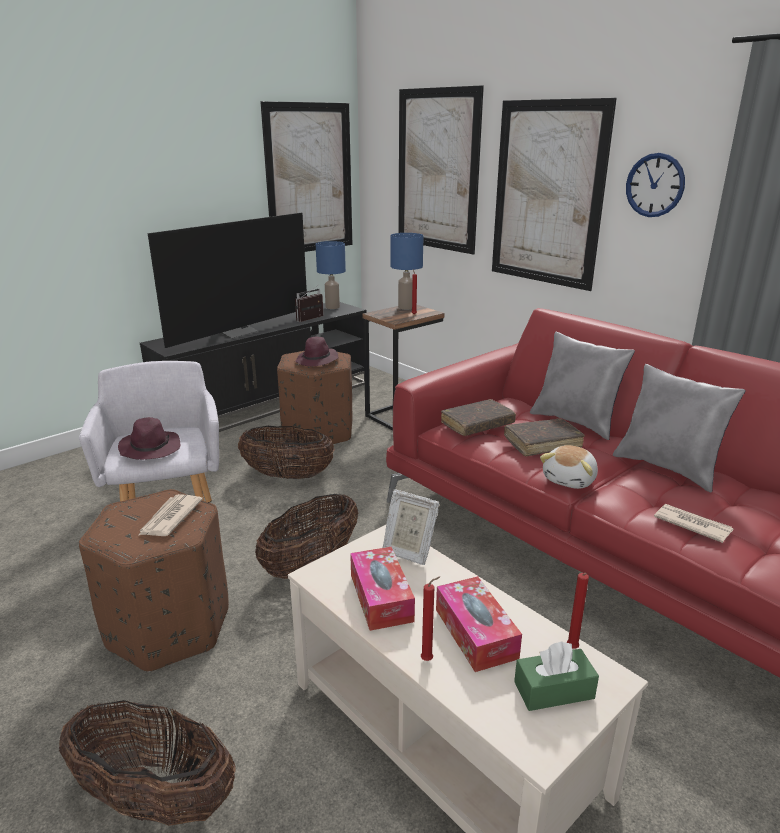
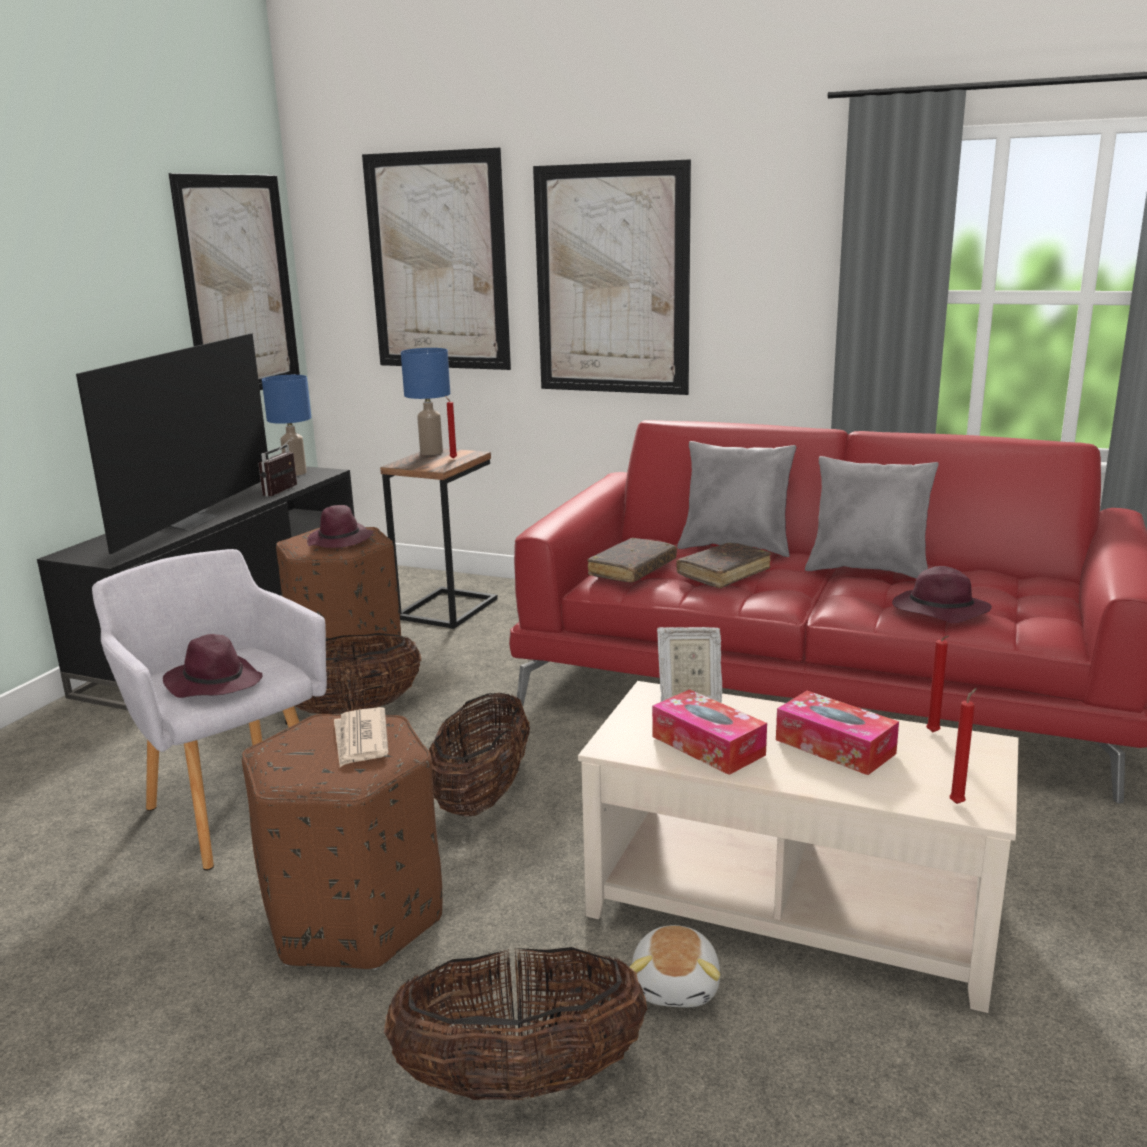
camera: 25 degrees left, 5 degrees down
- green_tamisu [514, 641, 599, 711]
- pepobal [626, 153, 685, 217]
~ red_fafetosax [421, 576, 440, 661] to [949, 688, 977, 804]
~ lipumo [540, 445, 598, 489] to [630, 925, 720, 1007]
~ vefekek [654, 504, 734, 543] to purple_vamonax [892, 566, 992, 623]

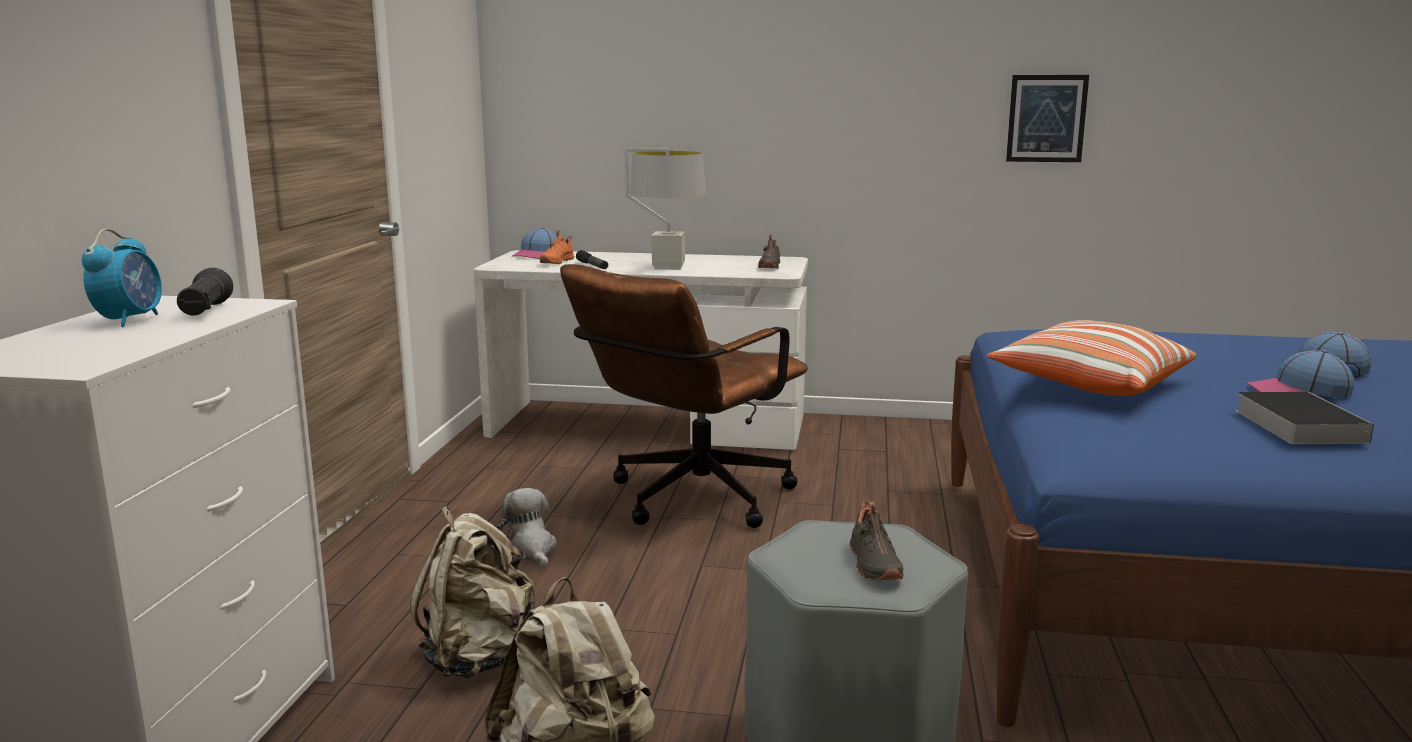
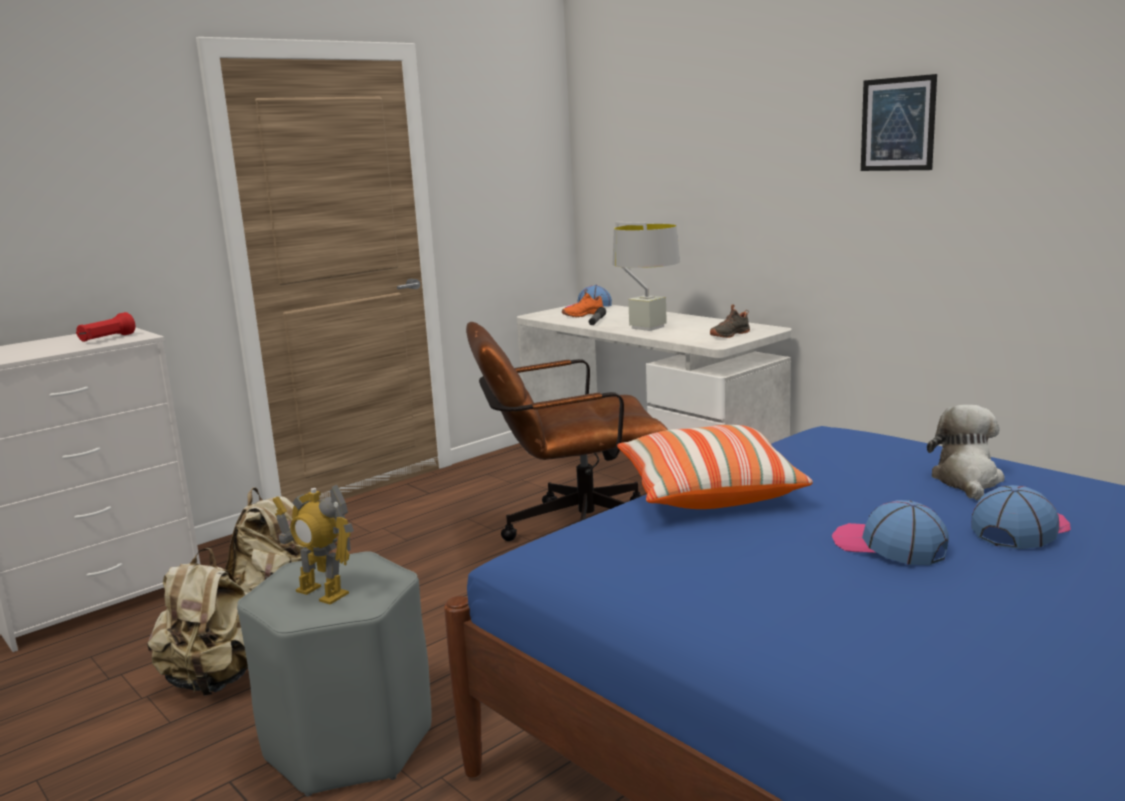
camera: 40 degrees right, 0 degrees up
- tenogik [82, 228, 162, 327]
- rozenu [1235, 392, 1374, 444]
~ lipumo [496, 488, 557, 568] to [927, 405, 1005, 500]
~ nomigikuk [1006, 75, 1089, 162] to [861, 74, 937, 171]
~ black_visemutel [850, 502, 904, 580] to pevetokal [273, 484, 354, 605]
~ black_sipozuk [177, 268, 233, 316] to red_sipozuk [76, 312, 135, 342]

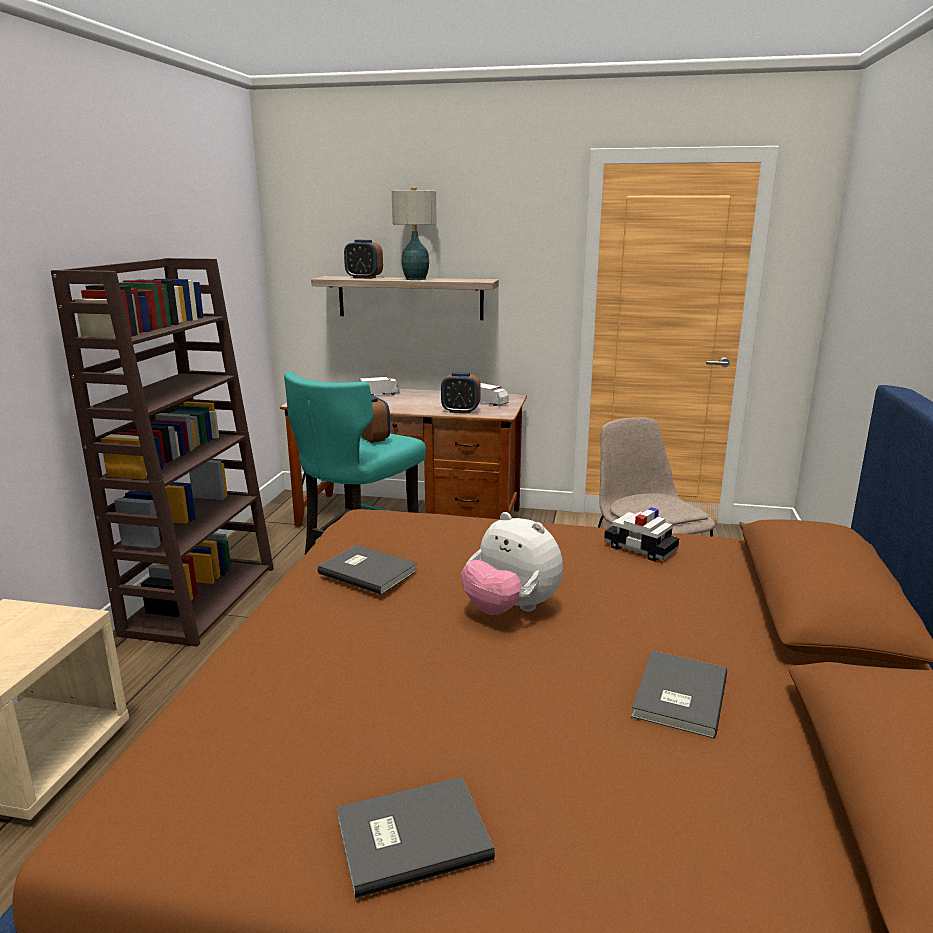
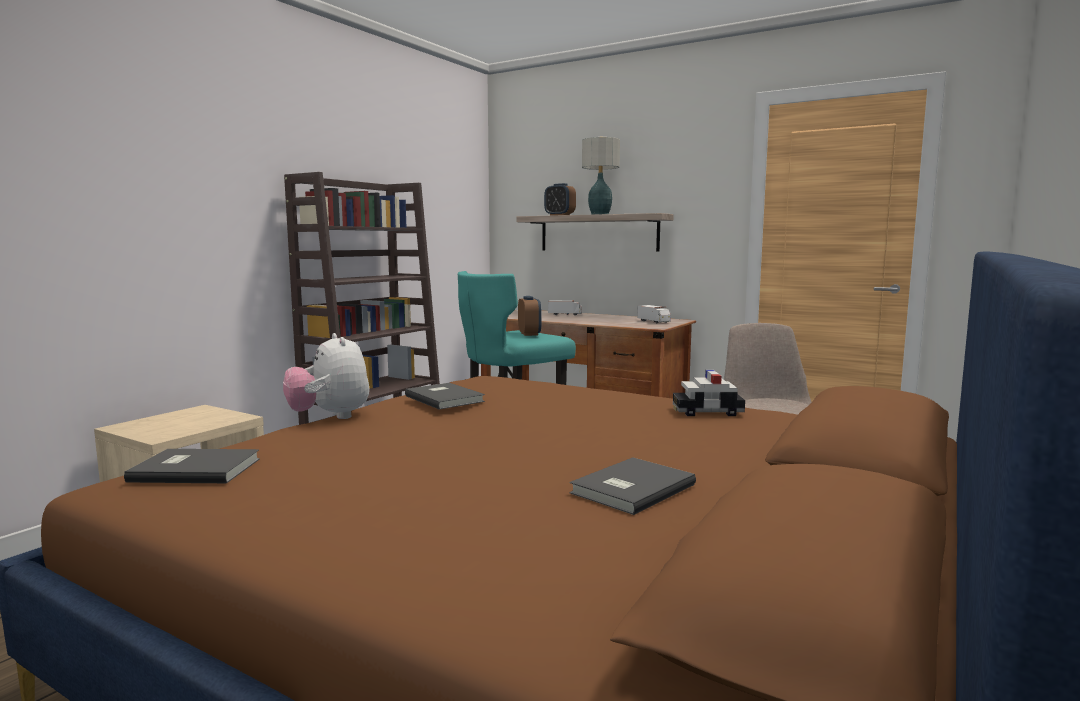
camera: 20 degrees right, 10 degrees down
- tenogik [441, 372, 481, 414]
~ grey_rozenu [337, 777, 495, 899] to [124, 449, 260, 483]
~ lipumo [461, 512, 563, 615] to [283, 333, 369, 419]
~ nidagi [604, 507, 679, 561] = [673, 370, 745, 416] 60 degrees counterclockwise

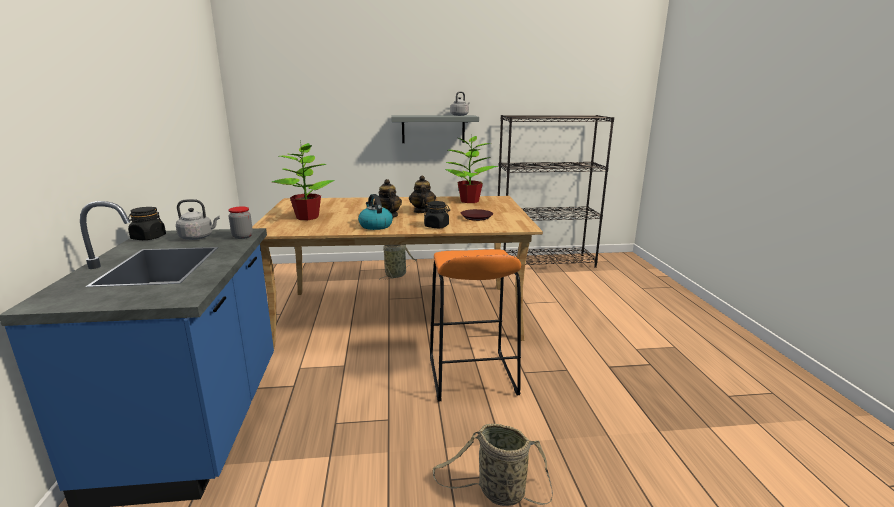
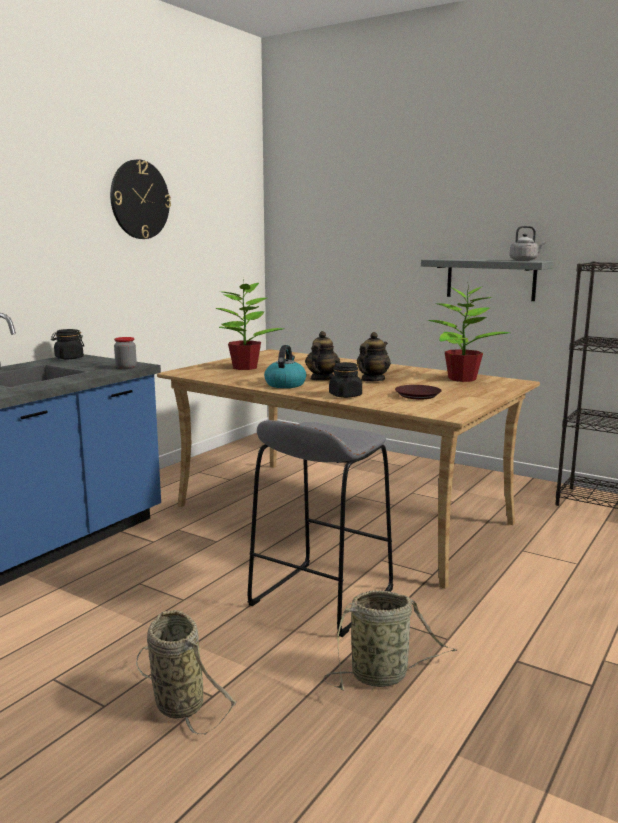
camera: 40 degrees right, 5 degrees down
- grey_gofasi [176, 199, 220, 240]
+ pepobal [110, 159, 171, 239]
~ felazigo [379, 245, 417, 280] to [323, 590, 457, 691]
~ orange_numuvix [430, 249, 521, 402] to grey_numuvix [248, 420, 393, 637]

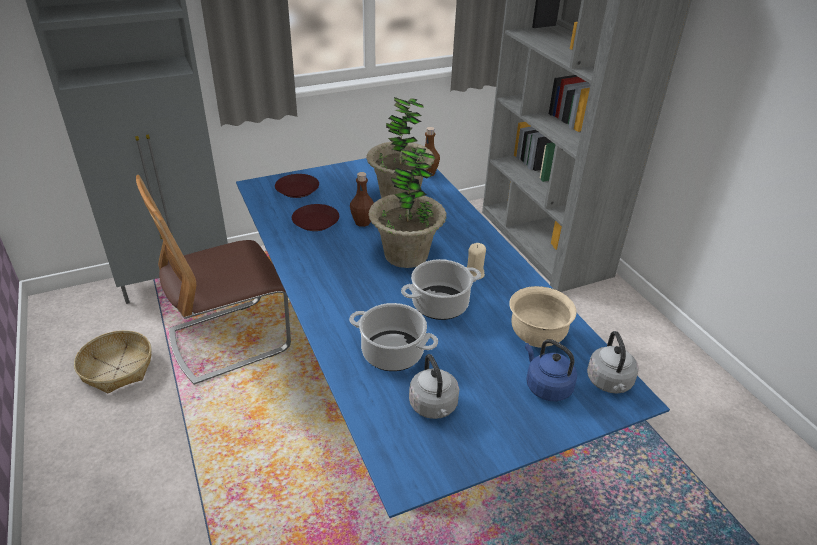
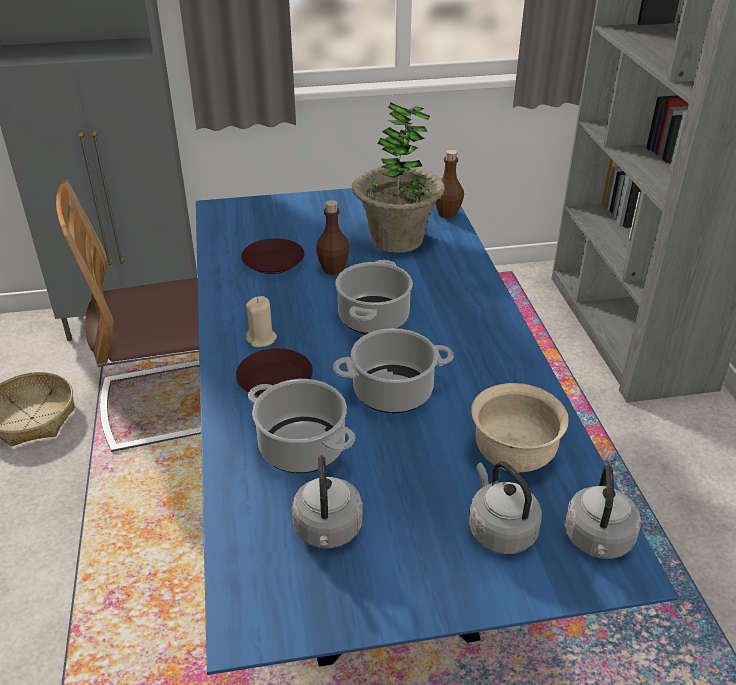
camera: 15 degrees right, 0 degrees up
~ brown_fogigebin [275, 174, 319, 198] to [236, 348, 313, 396]
~ beige_fafetosax [467, 243, 486, 280] to [246, 296, 277, 347]
~ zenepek [368, 148, 447, 268] to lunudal [335, 260, 413, 334]
~ blue_gofasi [525, 339, 577, 401] to grey_gofasi [469, 461, 542, 554]

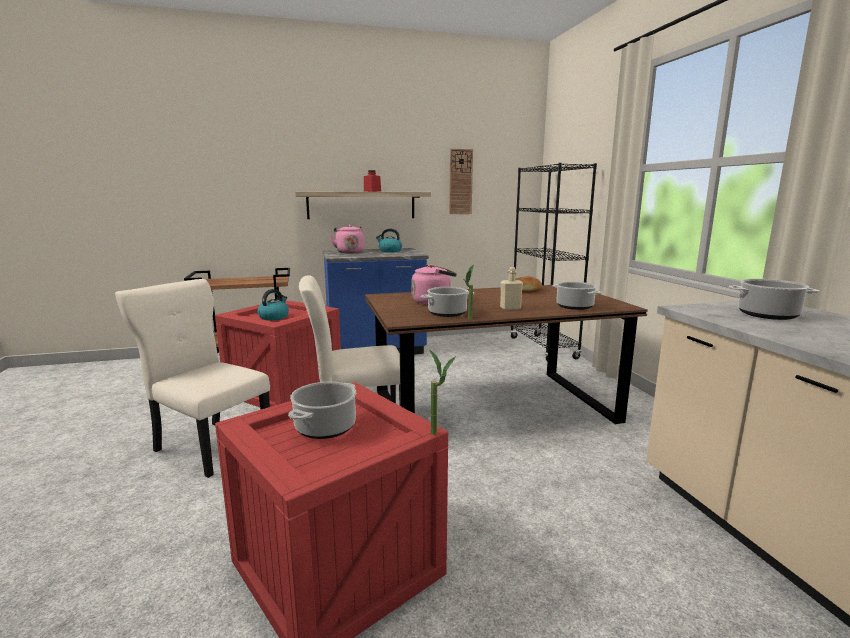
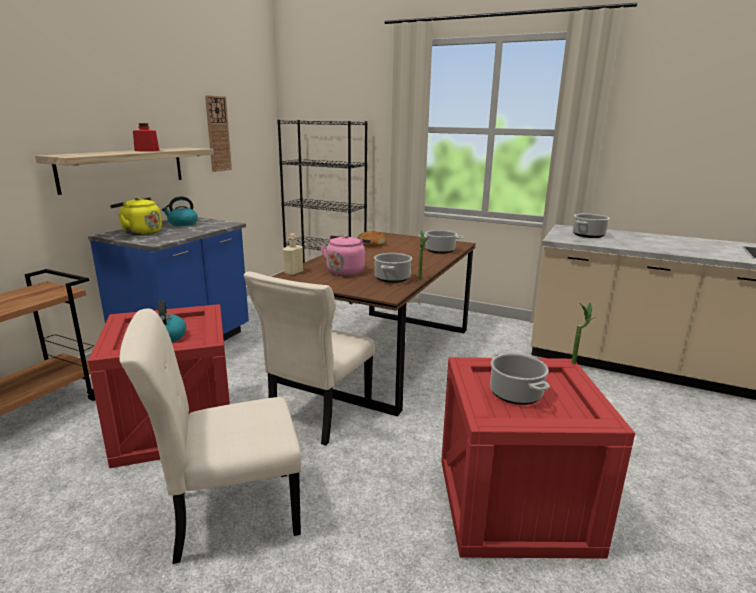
camera: 50 degrees left, 5 degrees up
~ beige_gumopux [500, 267, 523, 310] to [283, 233, 303, 275]
~ pink_gofasi [329, 225, 364, 253] to yellow_gofasi [110, 197, 162, 235]

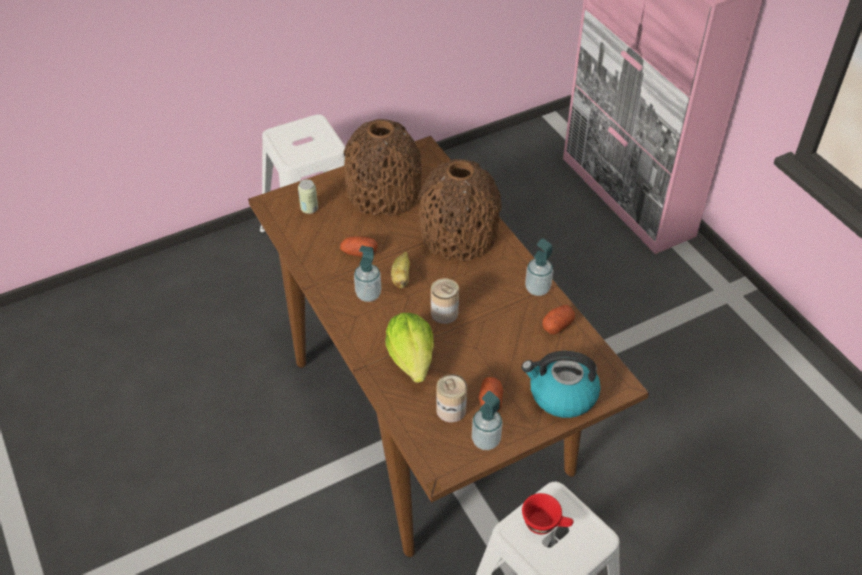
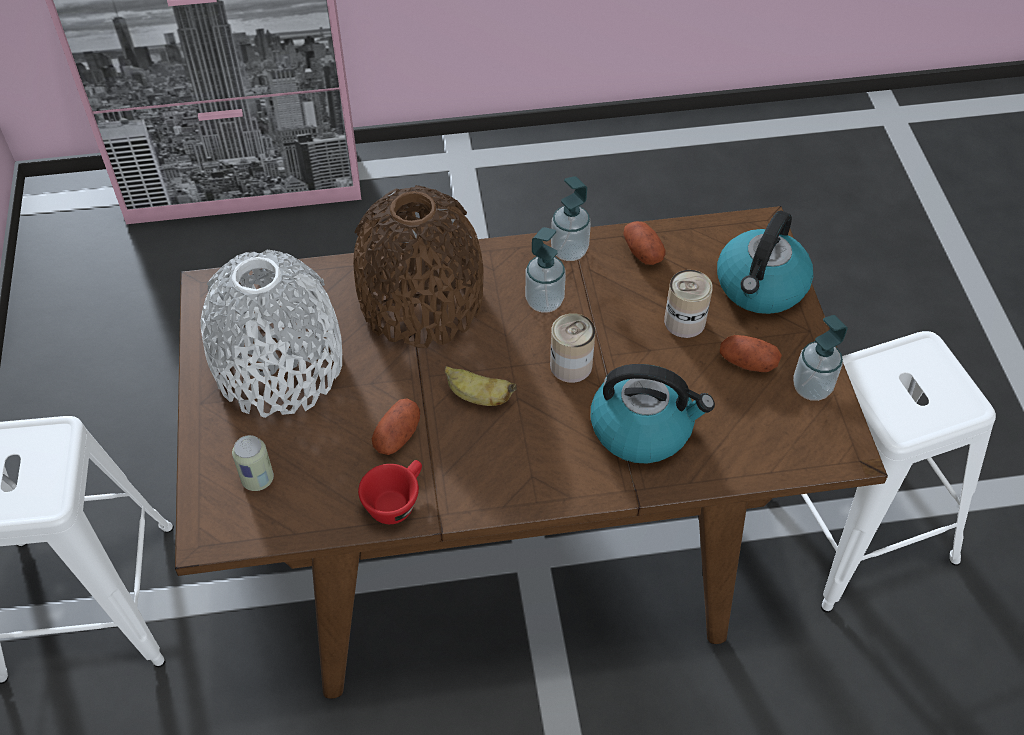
camera: 70 degrees left, 5 degrees up
~ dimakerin [354, 246, 381, 302] to [525, 227, 566, 313]
~ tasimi [436, 374, 467, 422] to [664, 270, 713, 338]
~ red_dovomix [522, 493, 573, 534] to [358, 460, 422, 524]
~ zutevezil [385, 313, 434, 383] to gofasi [591, 364, 715, 464]
~ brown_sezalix [344, 119, 422, 216] to white_sezalix [201, 250, 342, 418]

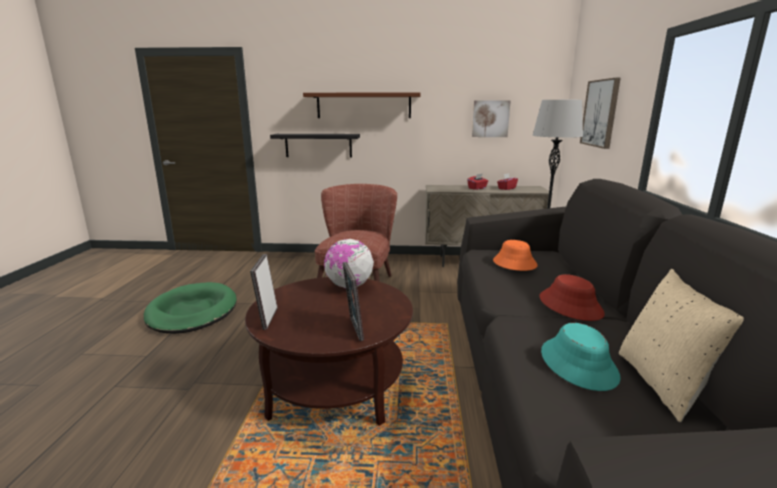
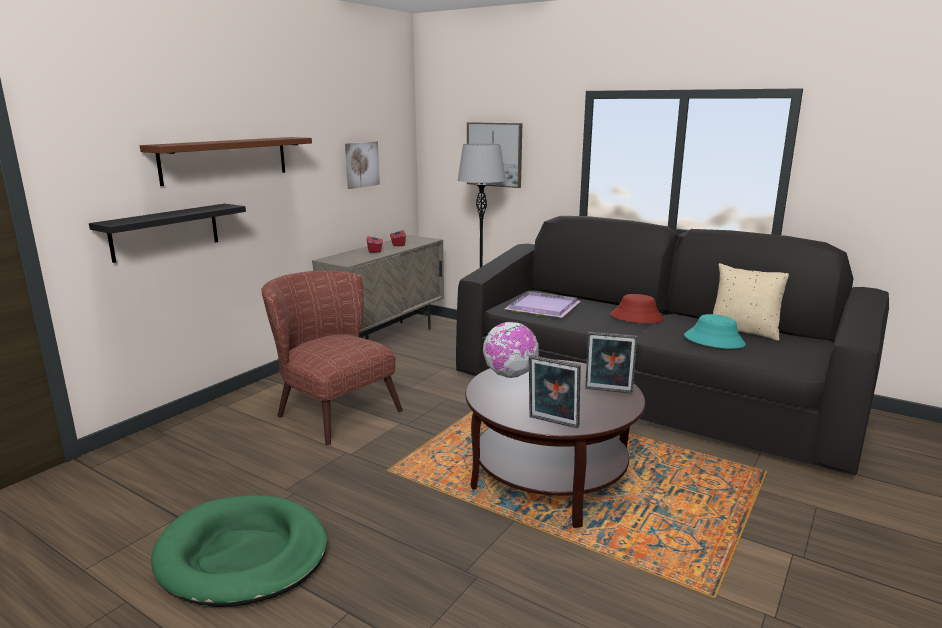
camera: 60 degrees left, 0 degrees up
~ orange_vamonax [493, 240, 538, 271] to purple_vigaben [505, 291, 581, 318]

